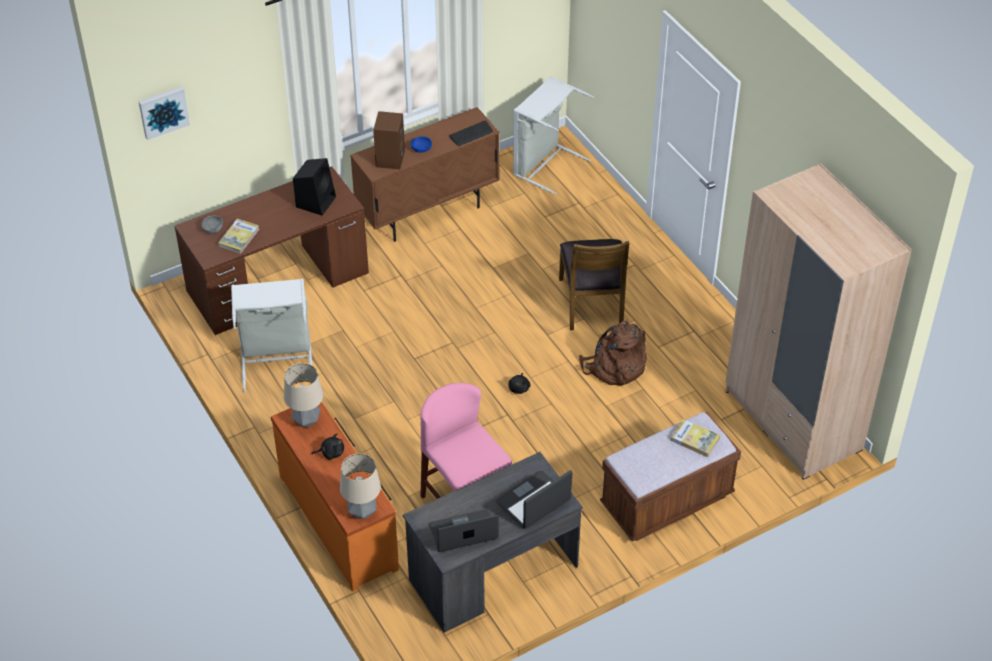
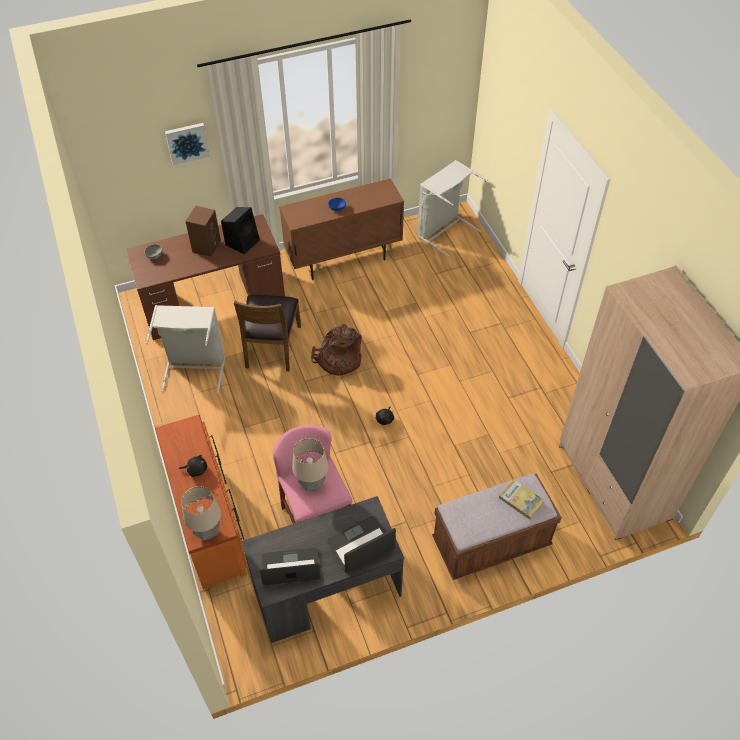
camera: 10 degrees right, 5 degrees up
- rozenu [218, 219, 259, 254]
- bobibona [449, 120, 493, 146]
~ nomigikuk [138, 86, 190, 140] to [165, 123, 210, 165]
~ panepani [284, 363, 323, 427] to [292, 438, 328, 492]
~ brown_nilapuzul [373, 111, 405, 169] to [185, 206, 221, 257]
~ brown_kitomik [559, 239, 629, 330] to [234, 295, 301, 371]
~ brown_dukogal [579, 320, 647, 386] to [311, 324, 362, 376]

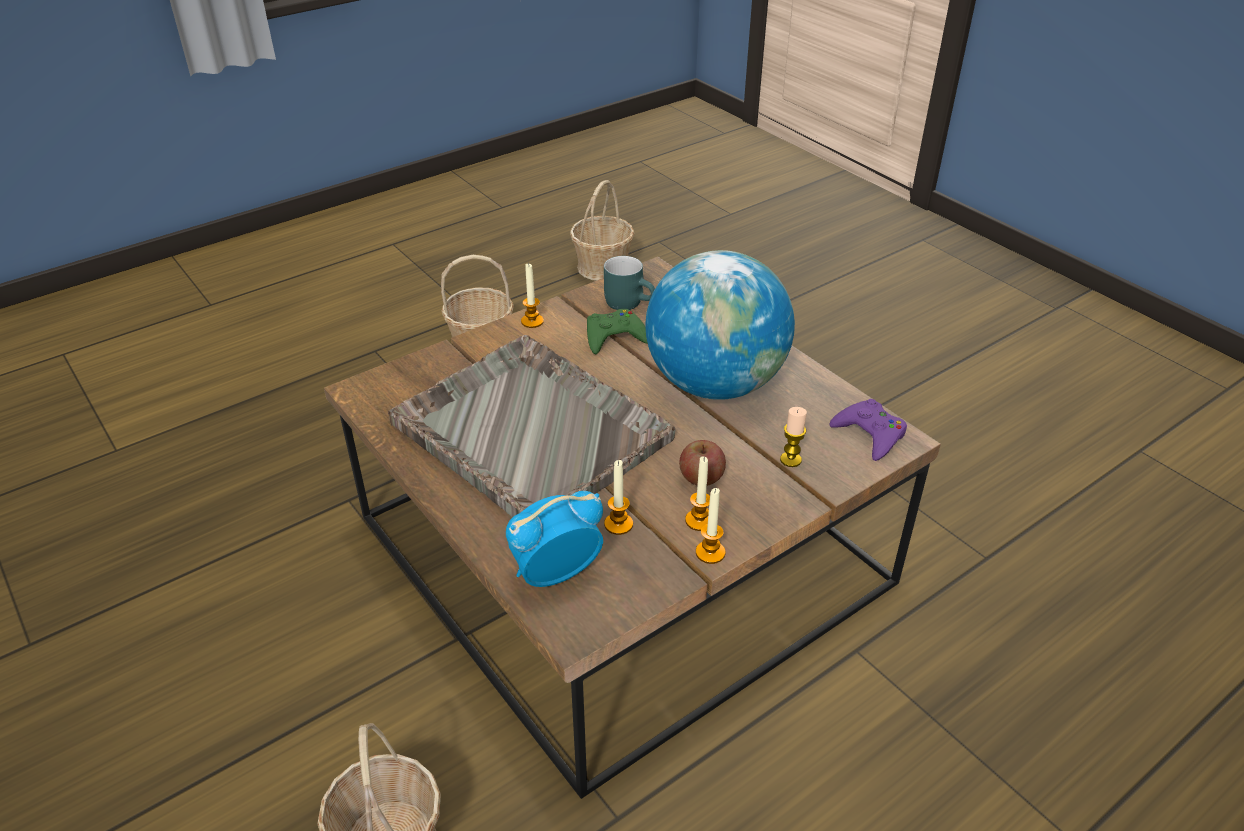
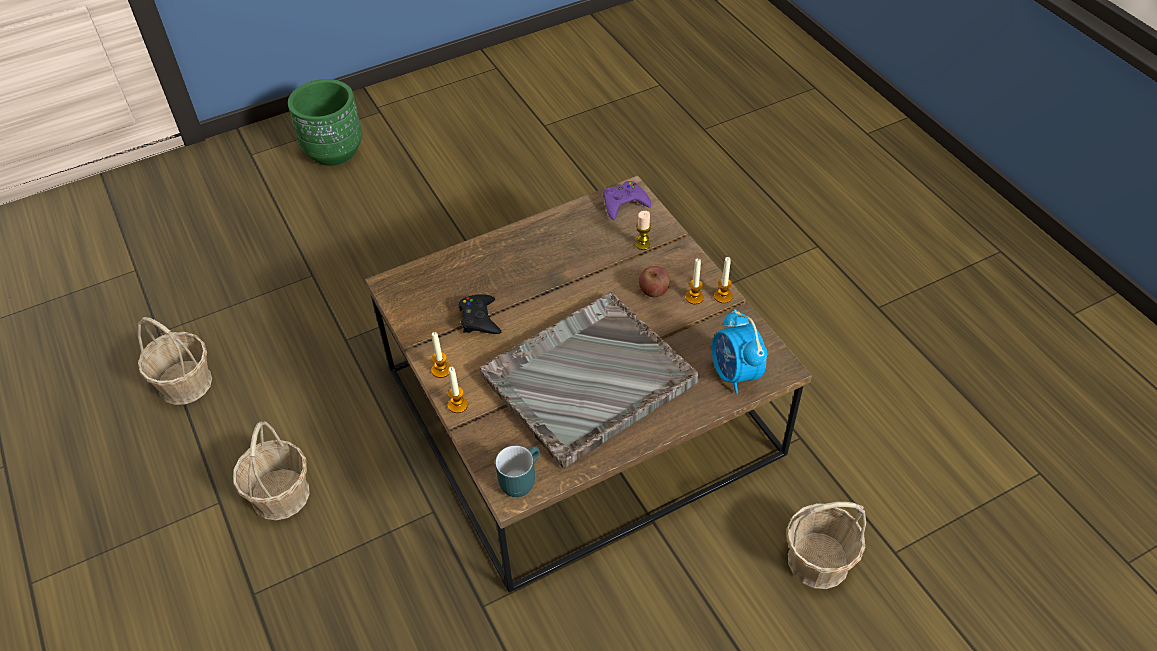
camera: 80 degrees left, 10 degrees up
- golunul [645, 250, 795, 400]
+ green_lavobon [288, 79, 362, 166]
~ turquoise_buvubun [604, 256, 655, 310] to [495, 445, 540, 497]
~ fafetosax [604, 460, 633, 535] to [448, 367, 468, 413]
~ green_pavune [587, 309, 648, 354] to black_pavune [458, 294, 502, 334]

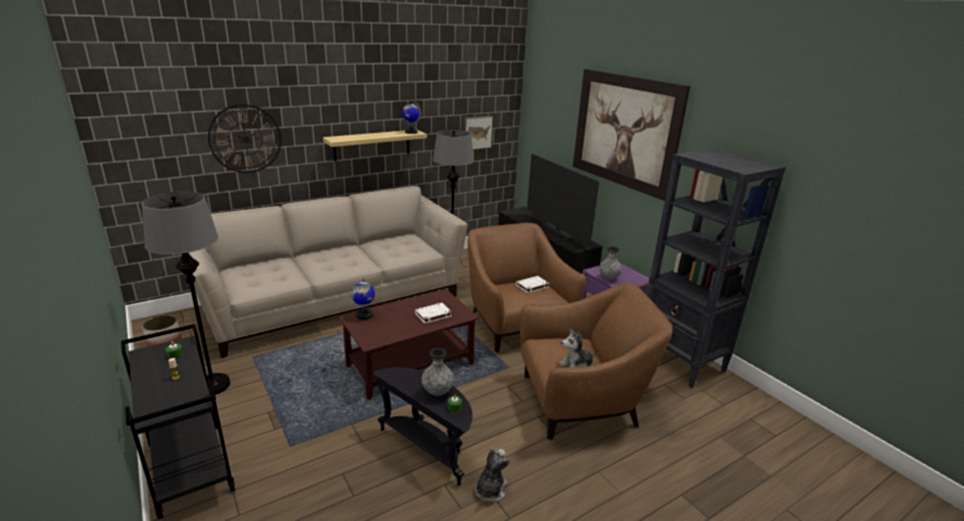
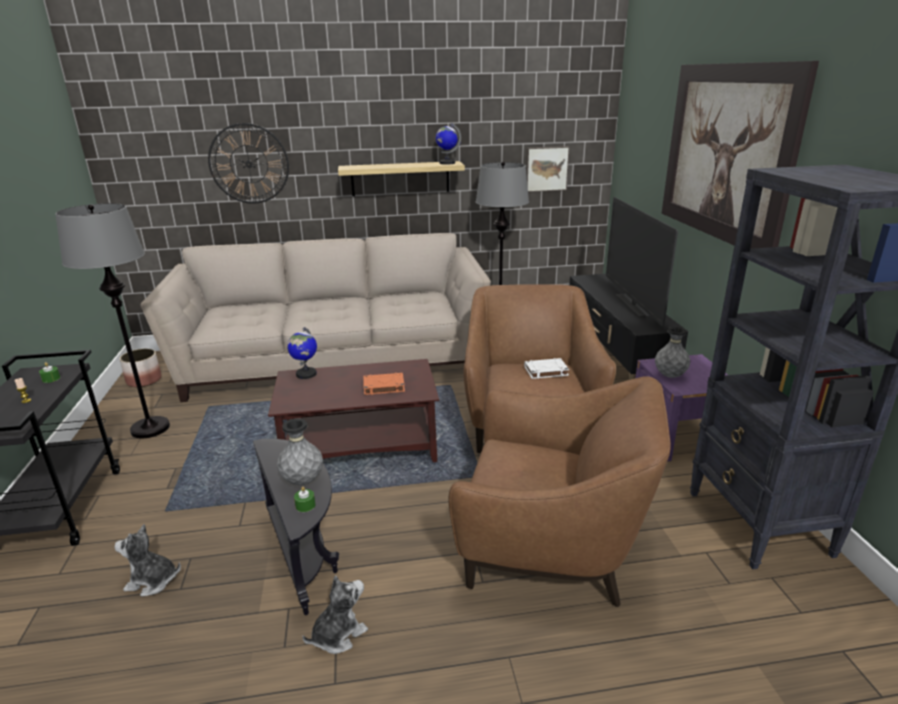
camera: 25 degrees right, 0 degrees up
~ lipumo [559, 328, 598, 368] to [114, 524, 181, 597]
~ white_rozenu [415, 303, 452, 324] to orange_rozenu [363, 373, 405, 395]

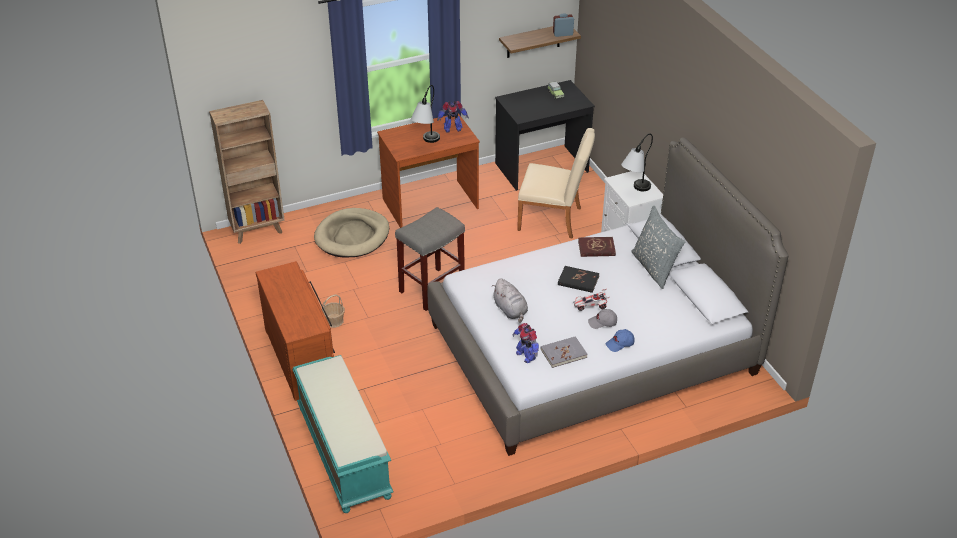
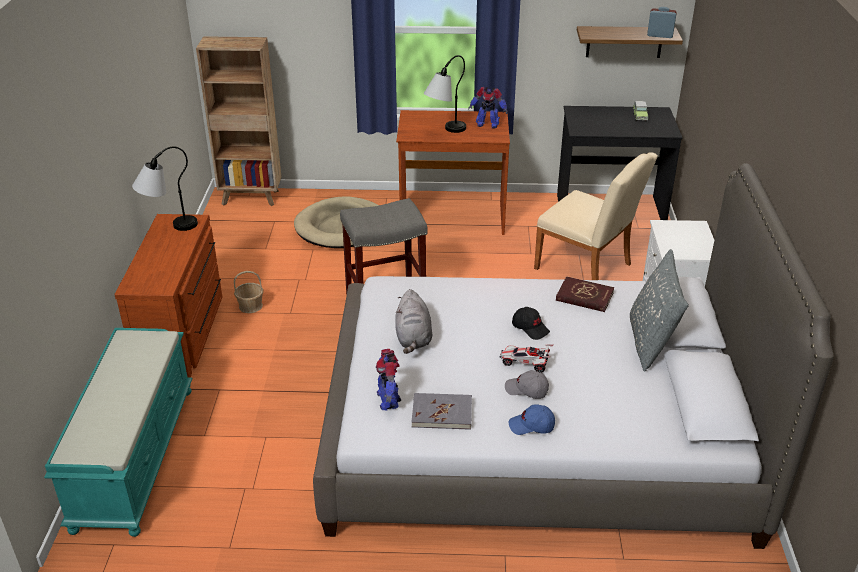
camera: 25 degrees right, 5 degrees down
~ panepani [621, 134, 653, 191] to [132, 146, 198, 231]
~ black_rozenu [558, 266, 599, 293] to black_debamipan [512, 307, 550, 340]

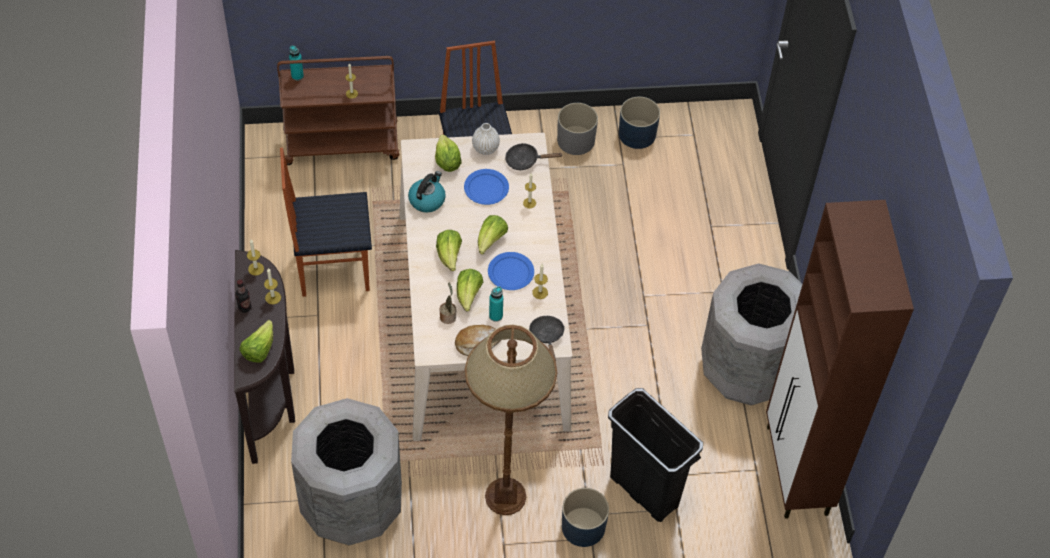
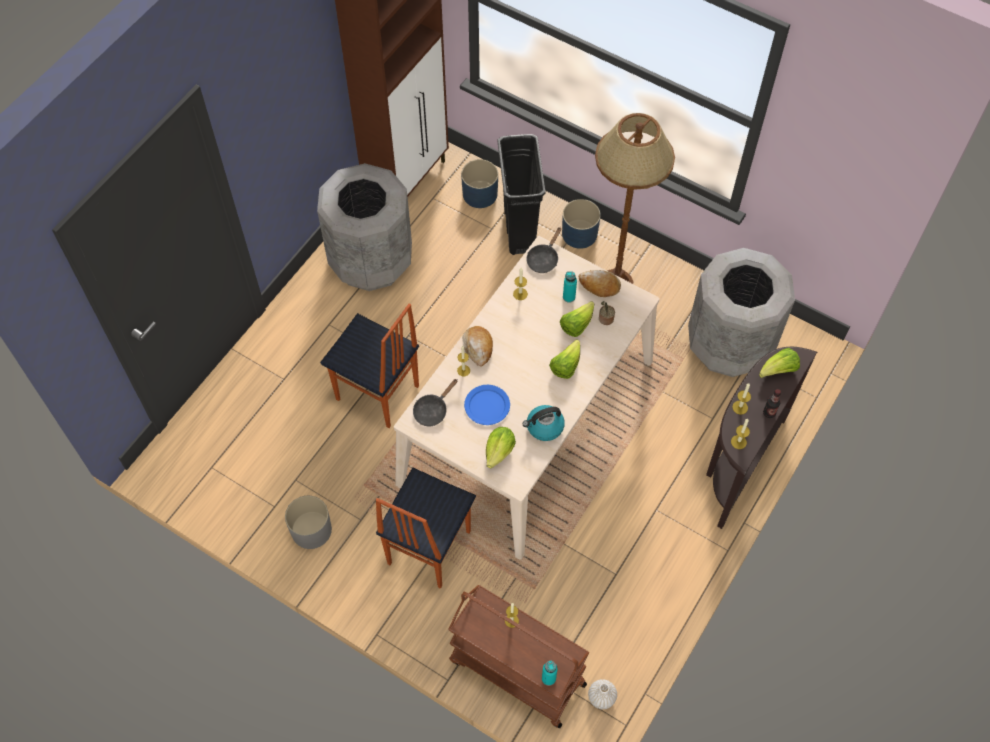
camera: 140 degrees left, 5 degrees up
- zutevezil [478, 215, 508, 255]
- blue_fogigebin [488, 252, 534, 290]
+ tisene [462, 326, 493, 367]
~ kitomik [280, 148, 372, 297] to [320, 304, 419, 428]
~ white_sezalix [472, 123, 500, 155] to [588, 679, 617, 709]
~ blue_lavobon [619, 97, 660, 149] to [461, 159, 498, 208]
~ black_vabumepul [505, 143, 562, 170] = [413, 379, 458, 426] 90 degrees clockwise

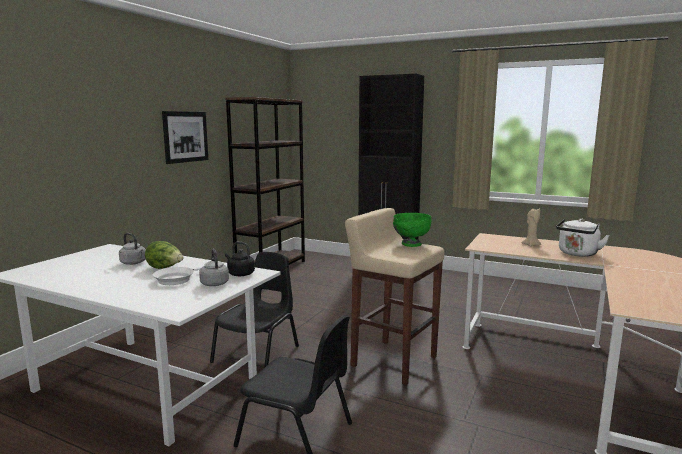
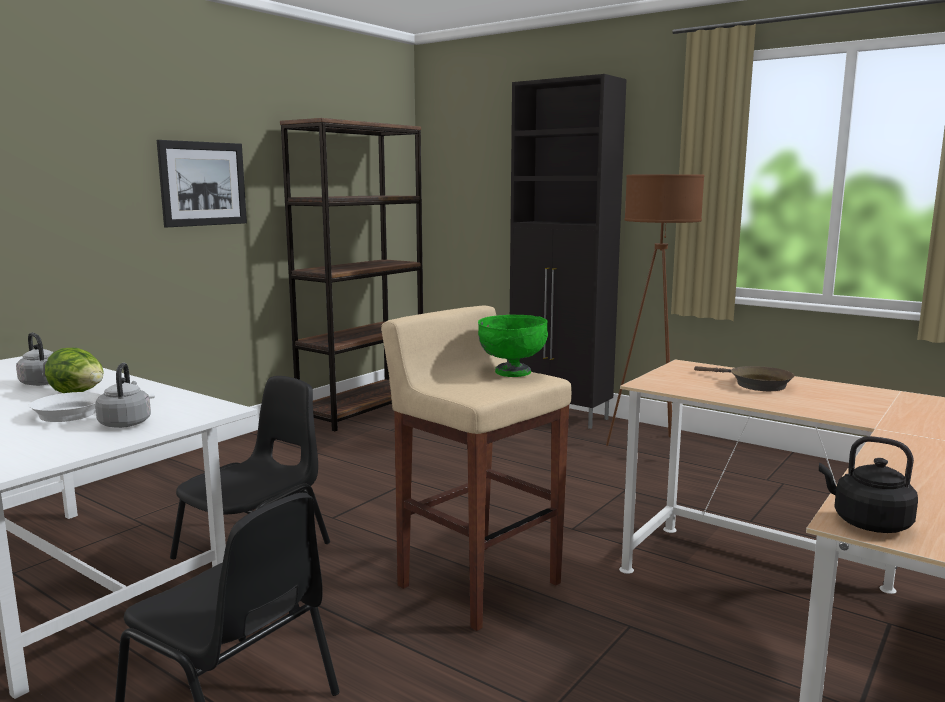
camera: 10 degrees right, 0 degrees up
- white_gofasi [556, 218, 610, 257]
+ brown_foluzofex [606, 174, 705, 446]
~ black_gofasi [225, 242, 255, 276] to [819, 436, 918, 533]
~ beige_fafetosax [521, 208, 541, 246] to brown_vabumepul [694, 366, 795, 391]

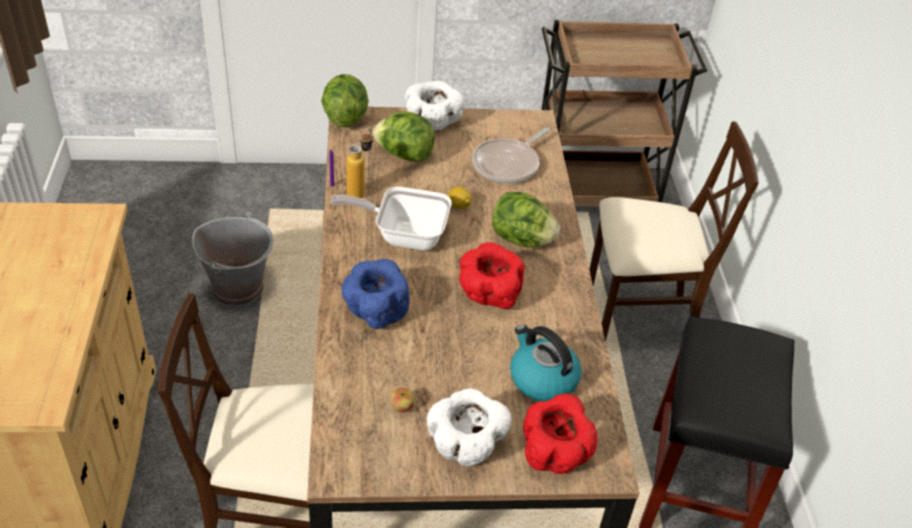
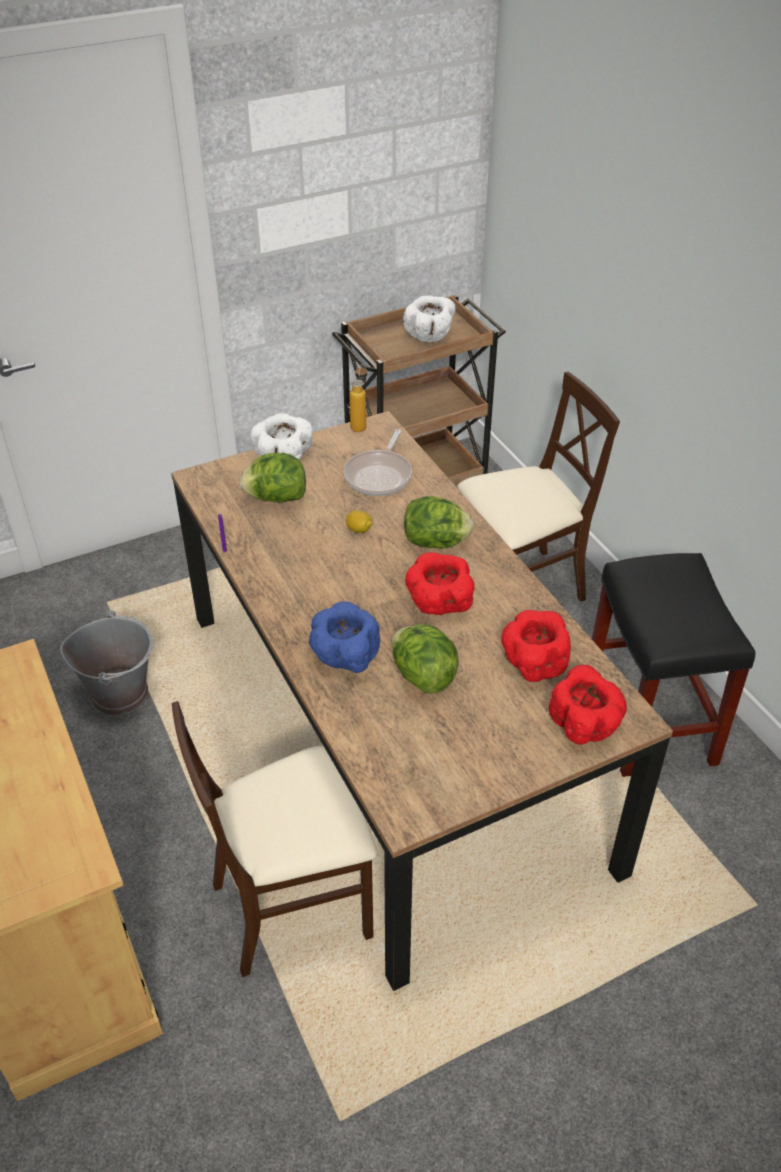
camera: 20 degrees left, 0 degrees up
- vabumepul [330, 187, 452, 250]
- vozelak [391, 388, 415, 412]
~ zutevezil [321, 74, 369, 127] to [391, 624, 459, 694]
~ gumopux [346, 130, 373, 198] to [349, 363, 367, 432]
~ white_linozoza [426, 388, 512, 467] to [403, 296, 456, 343]
~ gofasi [510, 325, 582, 402] to red_linozoza [501, 610, 571, 682]

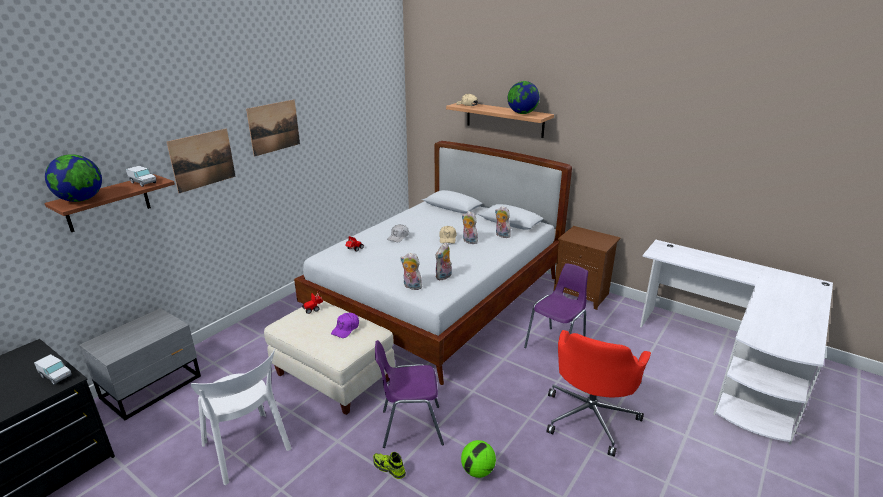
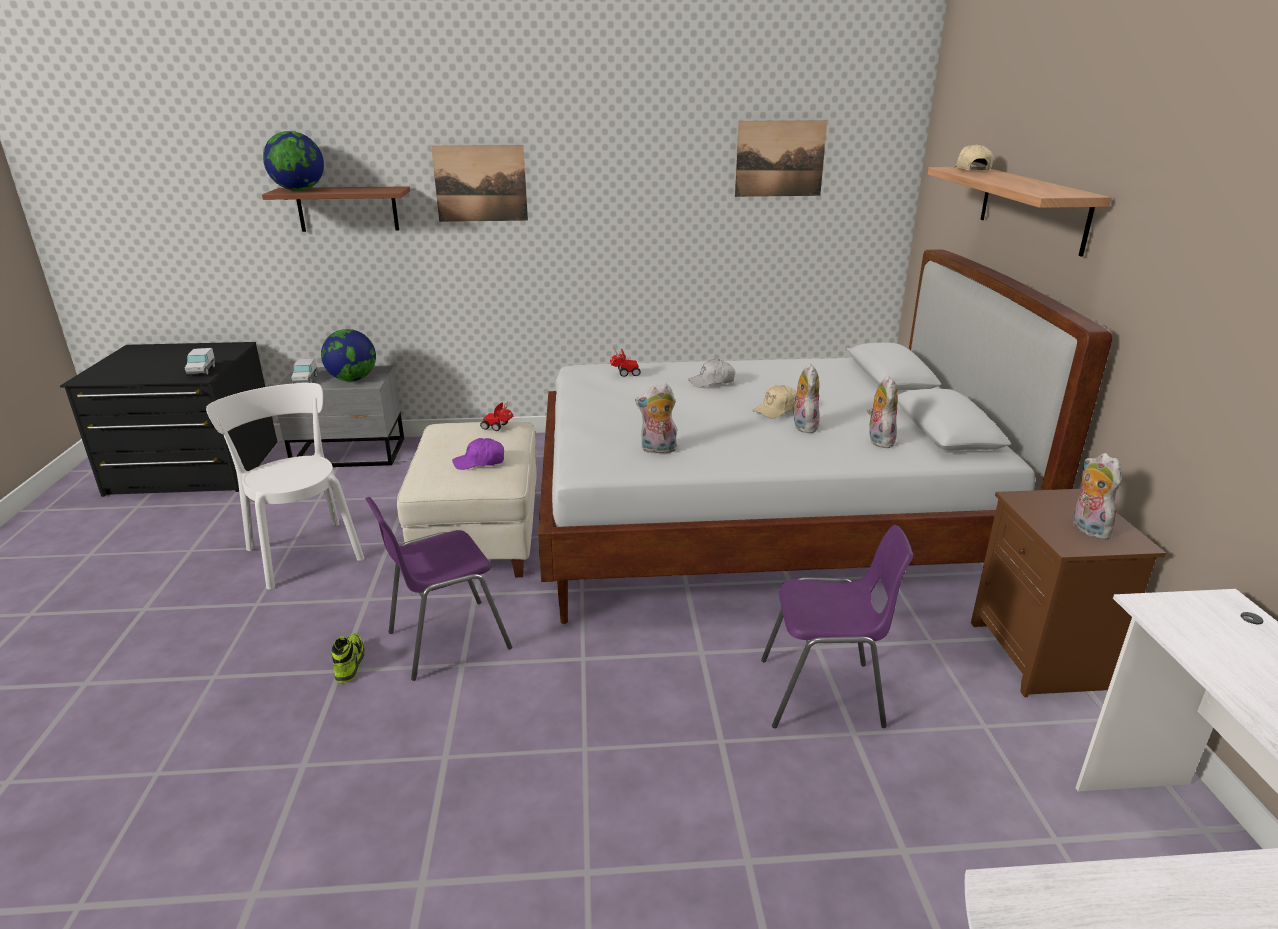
camera: 50 degrees right, 0 degrees up
- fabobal [461, 440, 496, 478]
- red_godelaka [546, 330, 651, 457]
~ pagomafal [126, 166, 156, 187] to [291, 358, 317, 383]
~ nomigikuk [246, 100, 300, 157] to [735, 120, 827, 197]
~ lipumo [400, 252, 422, 290] to [1071, 453, 1122, 540]
~ golunul [508, 81, 540, 114] to [321, 329, 376, 381]
~ white_kitomik [191, 349, 292, 485] = [206, 383, 364, 589] 135 degrees clockwise
~ purple_kitomik [375, 340, 444, 448] = [365, 497, 512, 681] 75 degrees counterclockwise

